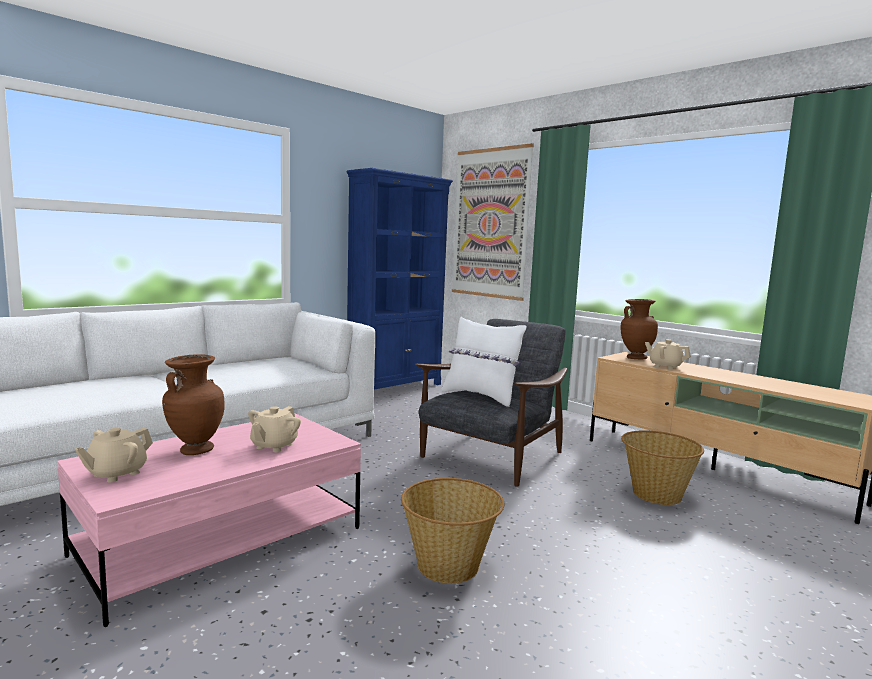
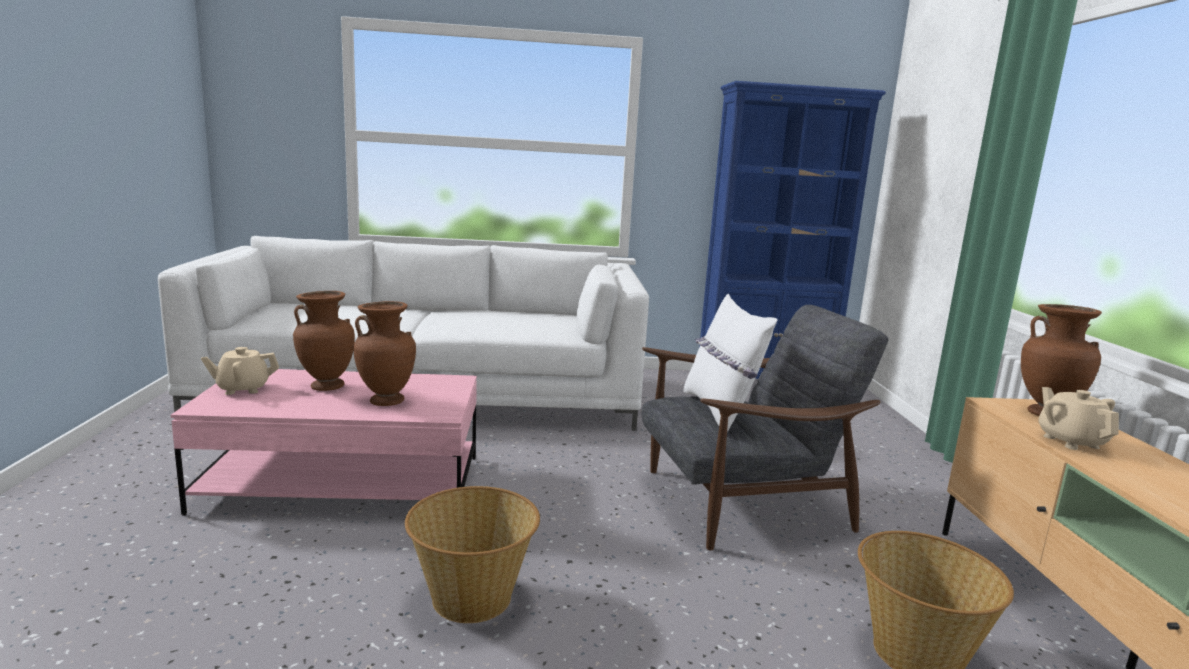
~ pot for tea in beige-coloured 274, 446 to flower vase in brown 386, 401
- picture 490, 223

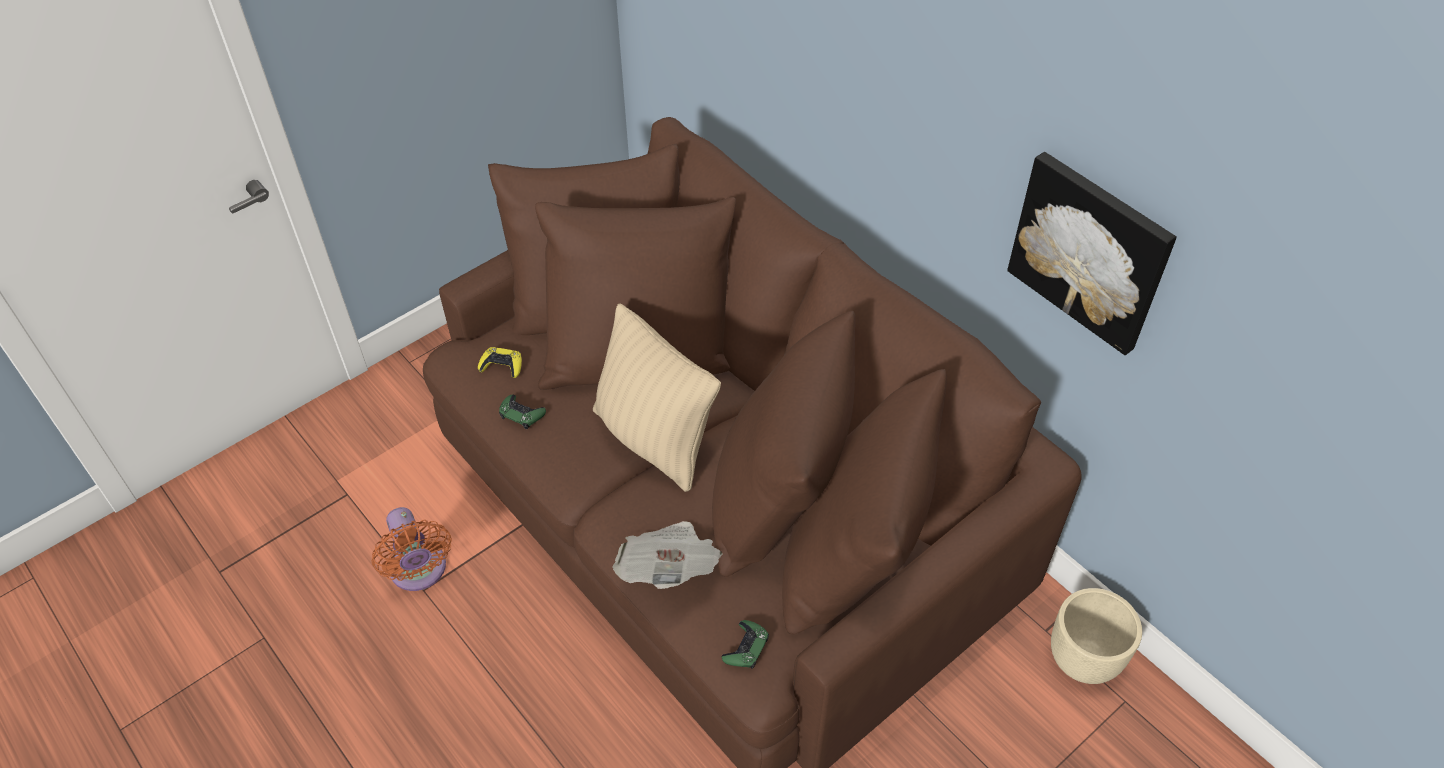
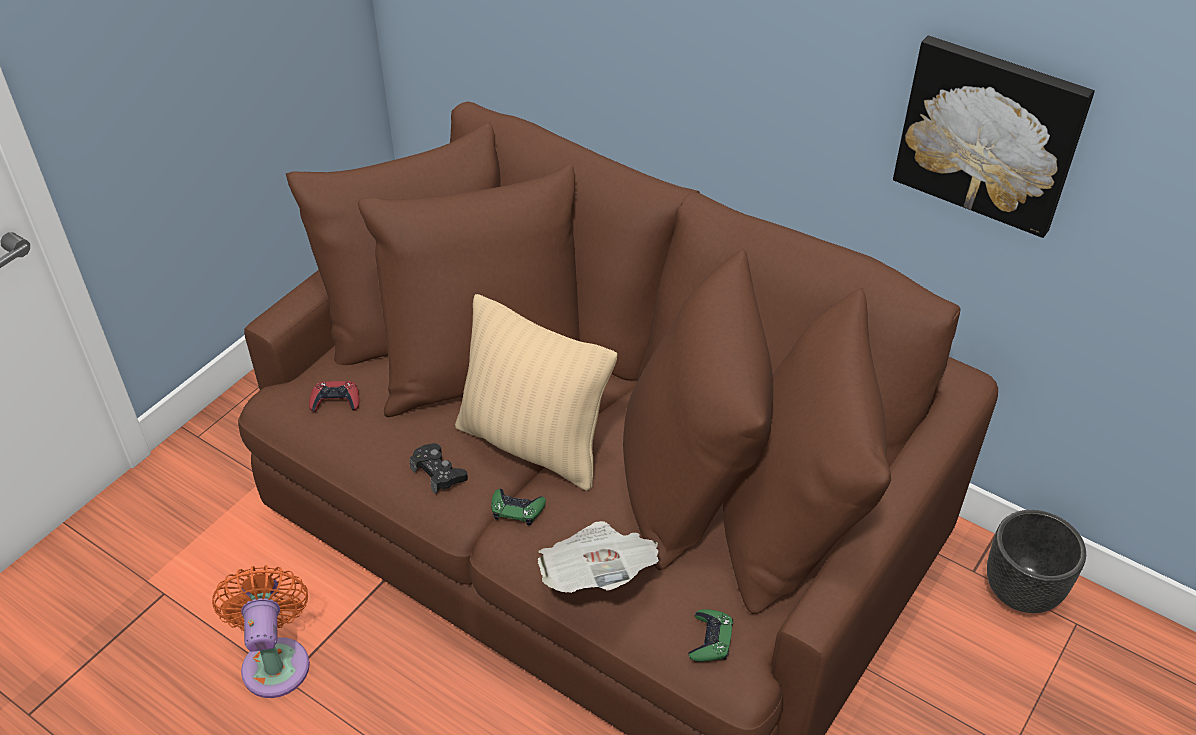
~ fan in orange 419, 572 = 276, 660 150 degrees counterclockwise
~ joypad in yellow-coloured 502, 366 to joypad in red 335, 401
+ joypad in black 438, 472
~ joypad in greenish 521, 414 to 517, 510
~ flower pot in beige-coloured 1084, 660 to flower pot in black 1022, 592

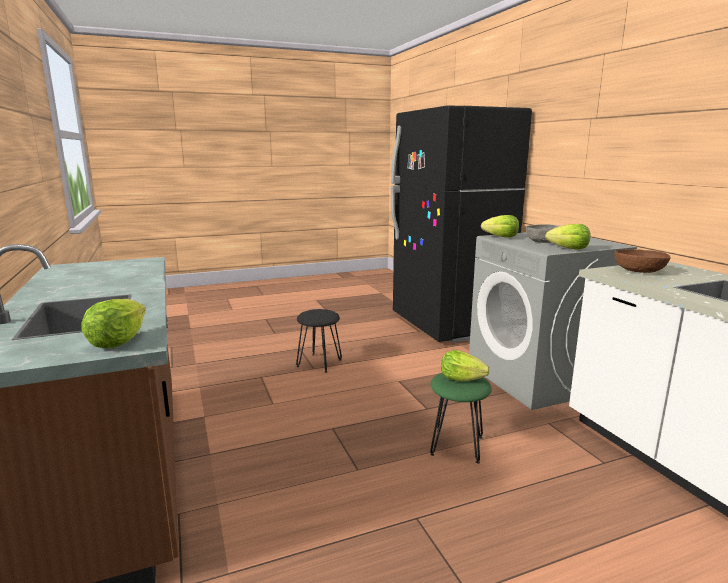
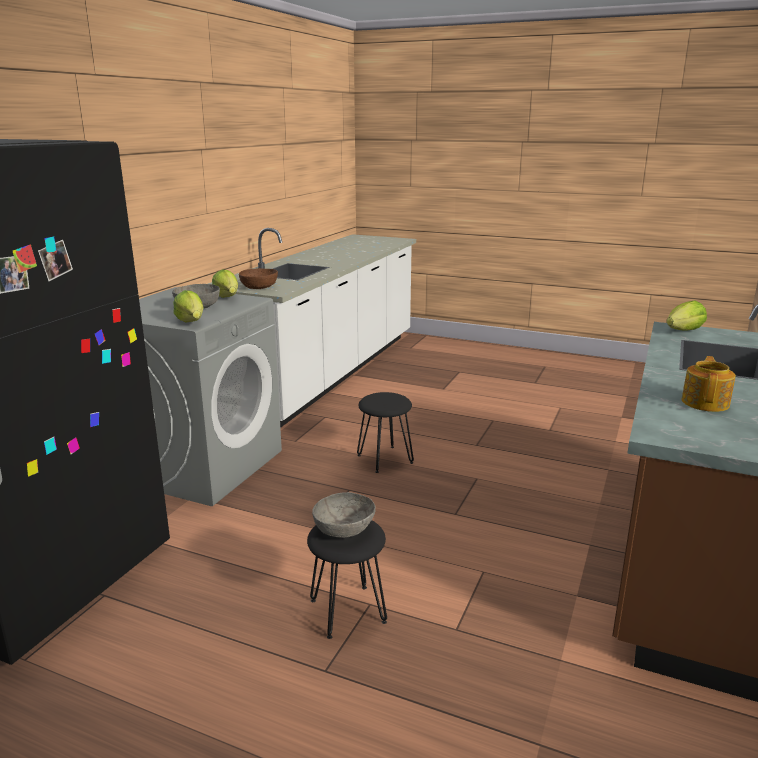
+ bowl in gray 344, 529
~ stool seat in greenish 457, 446 to stool seat in black 385, 459
+ pot for tea 705, 402
- lettuce head 461, 379

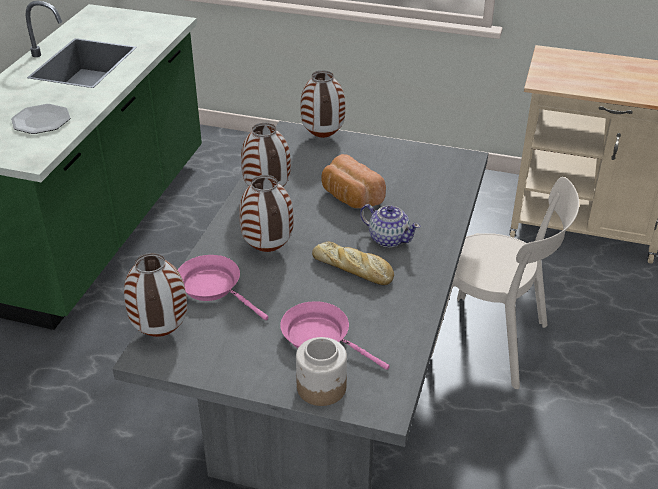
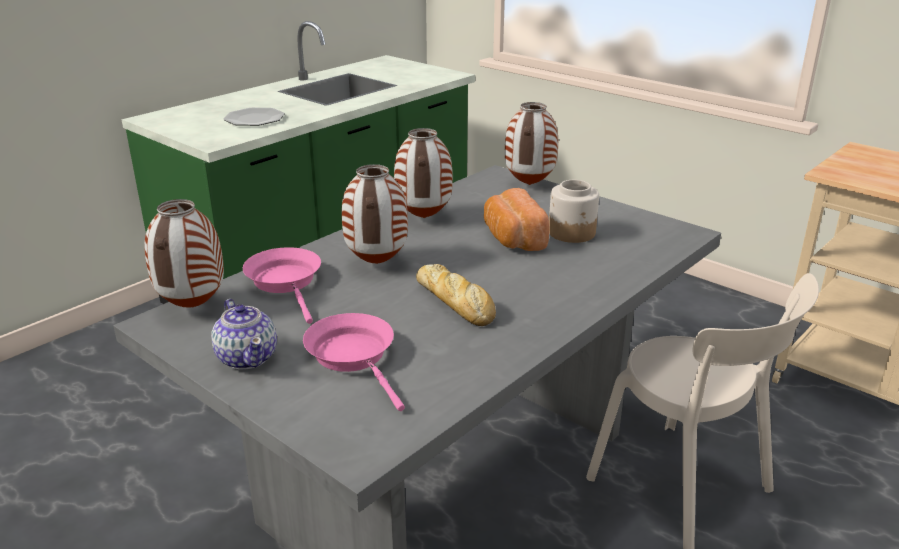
~ pot for tea 388, 238 to 247, 357
~ jar 322, 387 to 572, 233

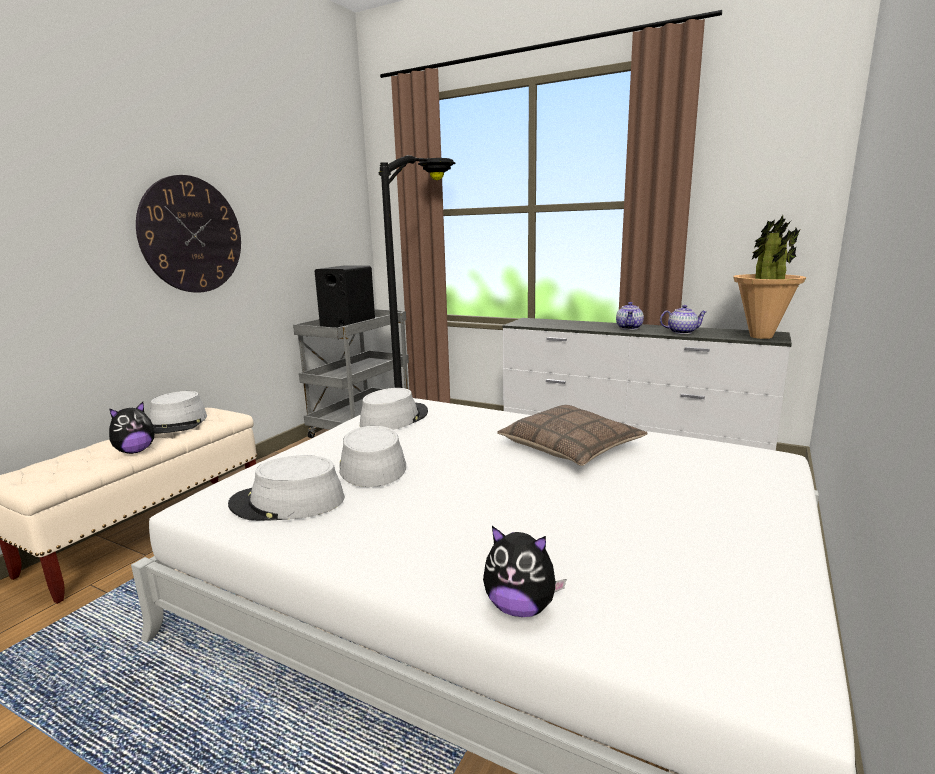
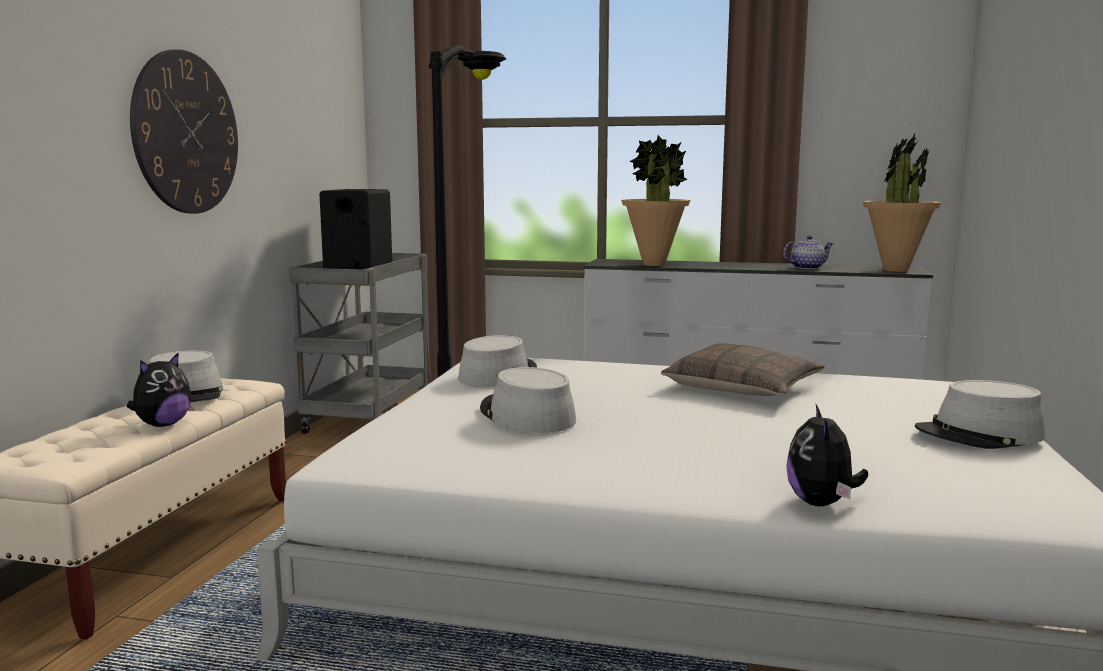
+ potted plant 654, 264
~ soft toy 520, 608 = 822, 503 90 degrees clockwise
~ hat in gray 287, 502 to 980, 434
- pot for tea 629, 328

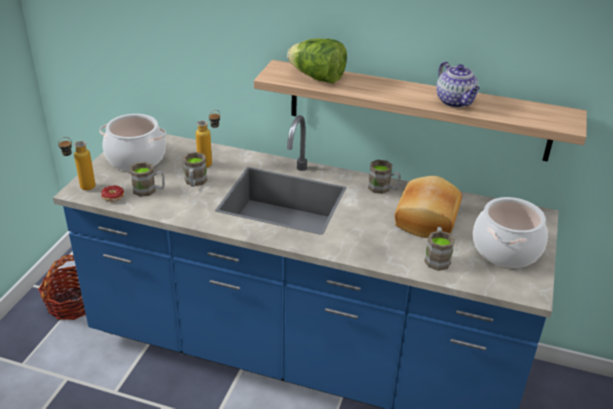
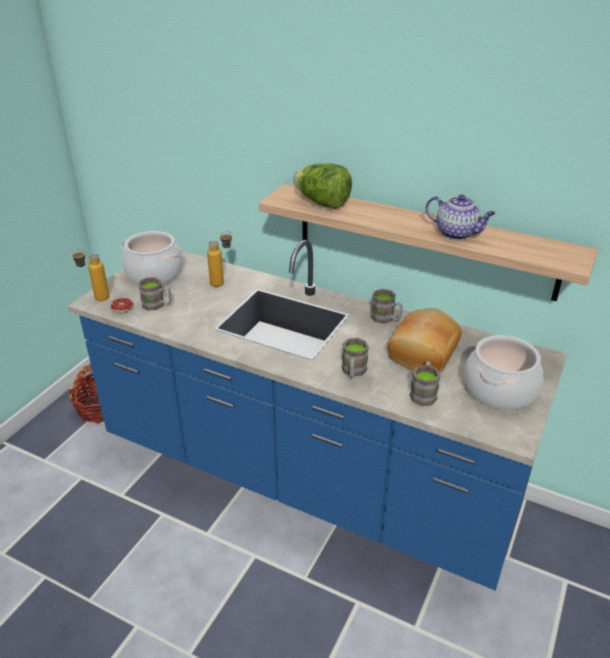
~ coffee mug in brown 195, 182 to 353, 372
~ pot for tea 456, 102 = 457, 233 45 degrees counterclockwise

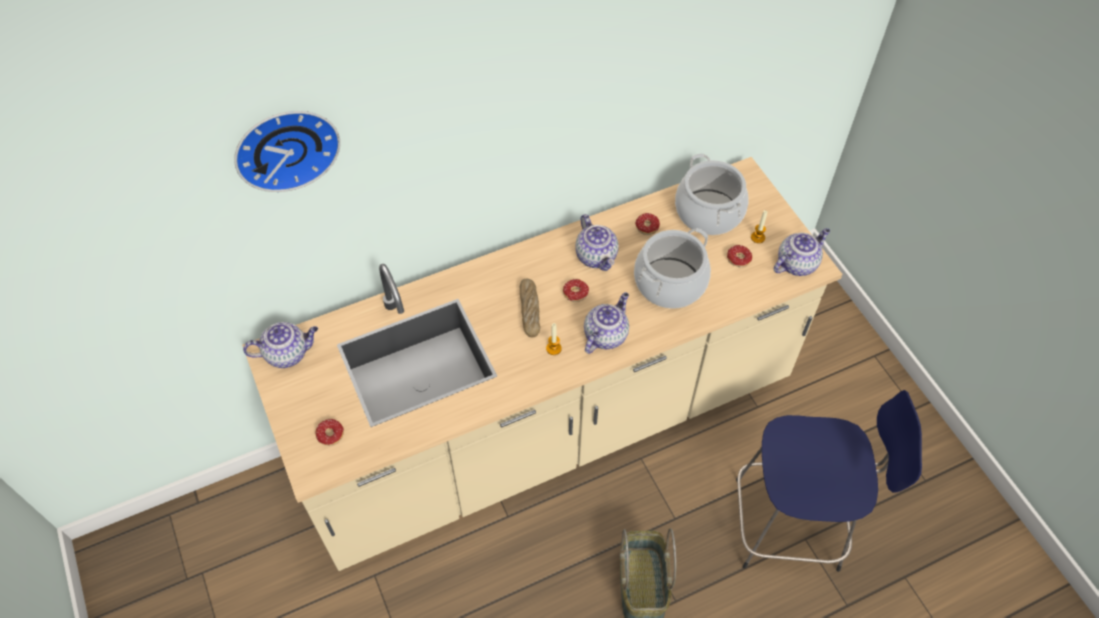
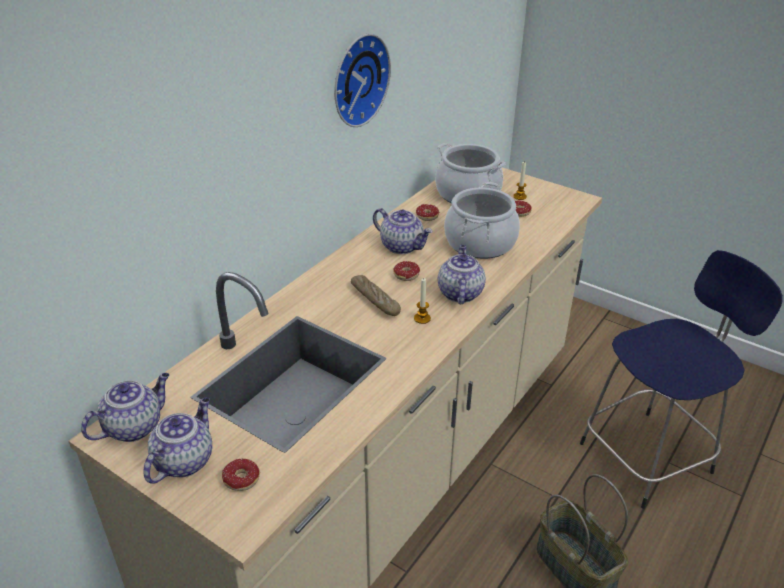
~ pot for tea 797, 263 to 184, 460
~ wall clock 285, 146 to 357, 79

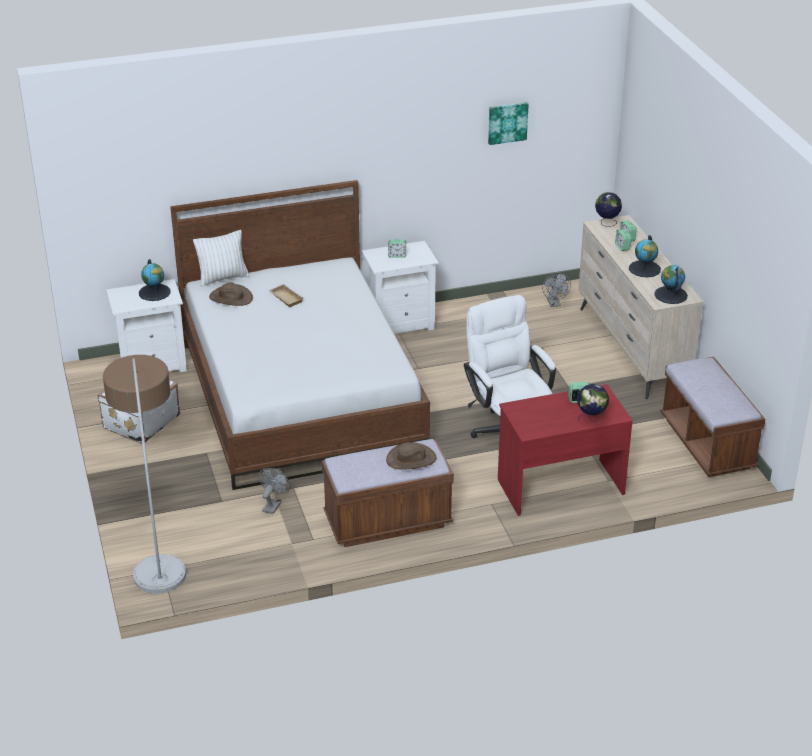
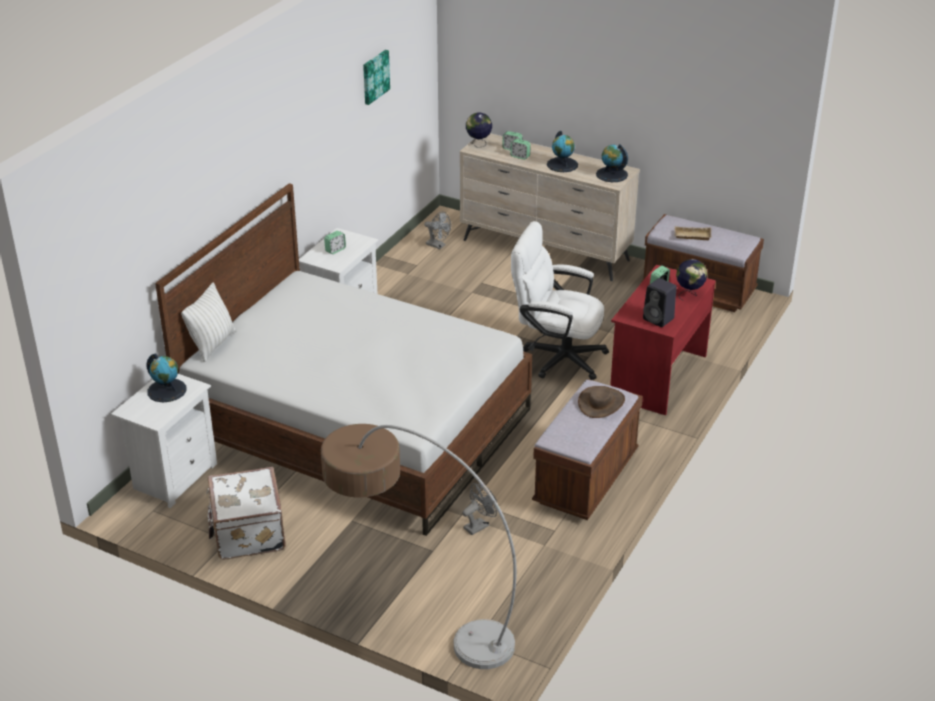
~ fan in gray 273, 505 = 479, 525 75 degrees clockwise
+ audio speaker in black 659, 319
~ serving tray in beige-coloured 285, 298 to 691, 236
- hat in brown 230, 298

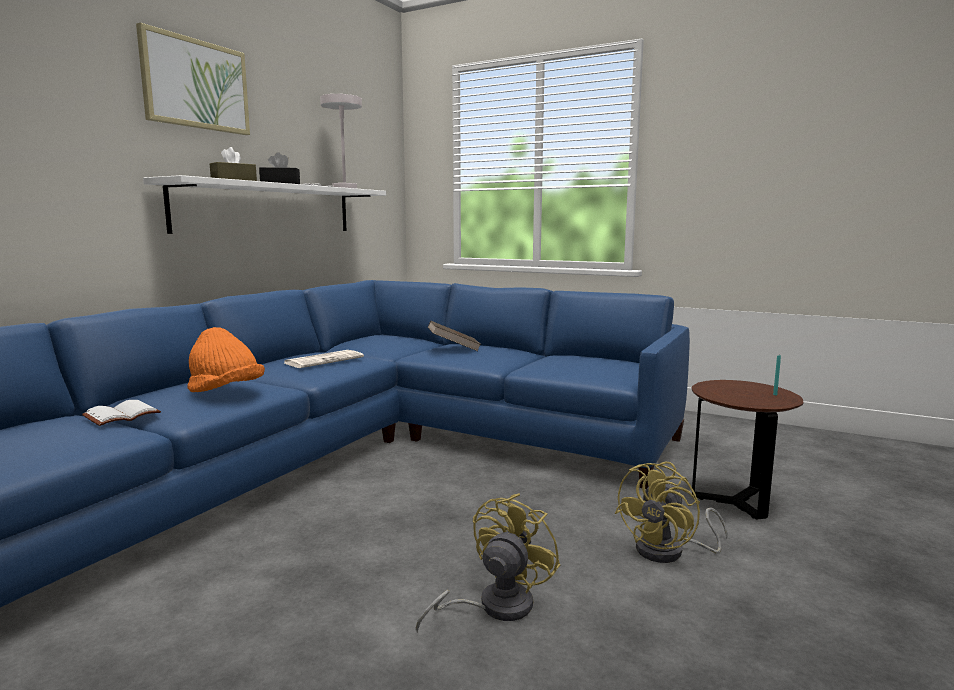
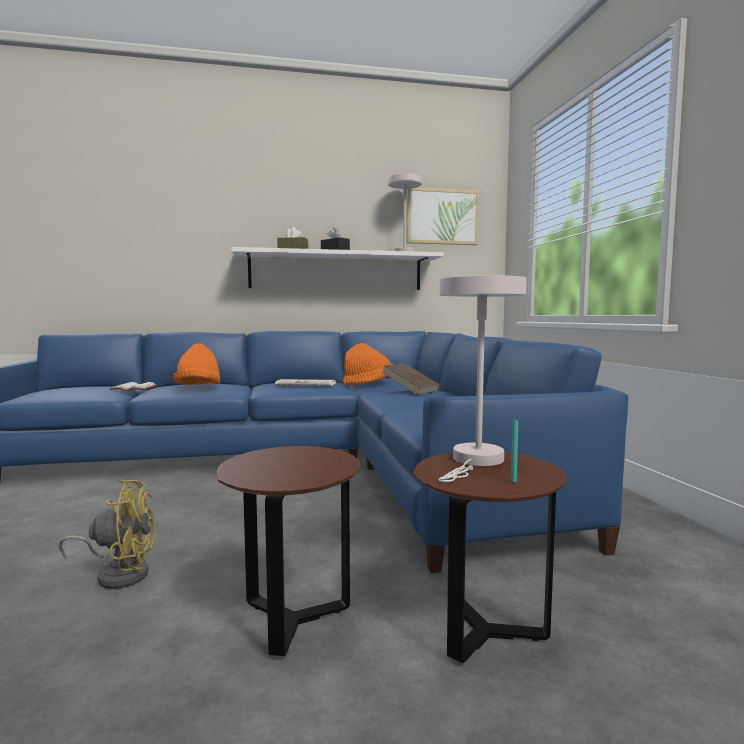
~ fan in yellow-coloured 669, 552 to side table in brown 292, 621
+ hat in orange 368, 384
~ picture 196, 84 to 442, 217
+ table lamp in whitish 475, 461

